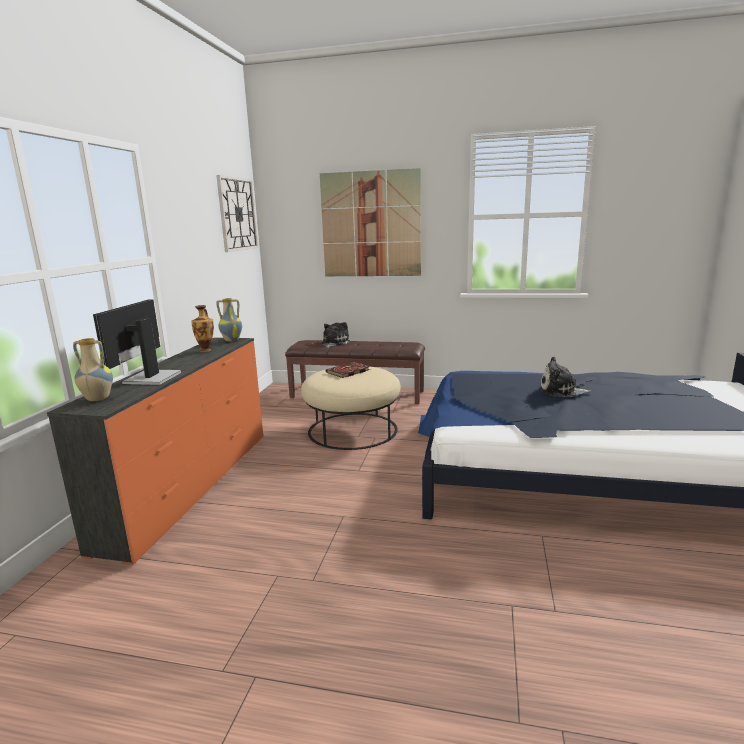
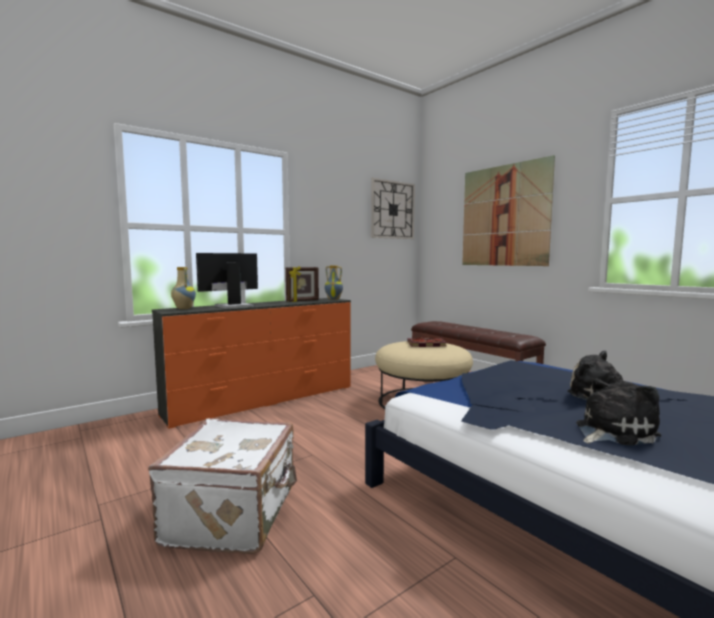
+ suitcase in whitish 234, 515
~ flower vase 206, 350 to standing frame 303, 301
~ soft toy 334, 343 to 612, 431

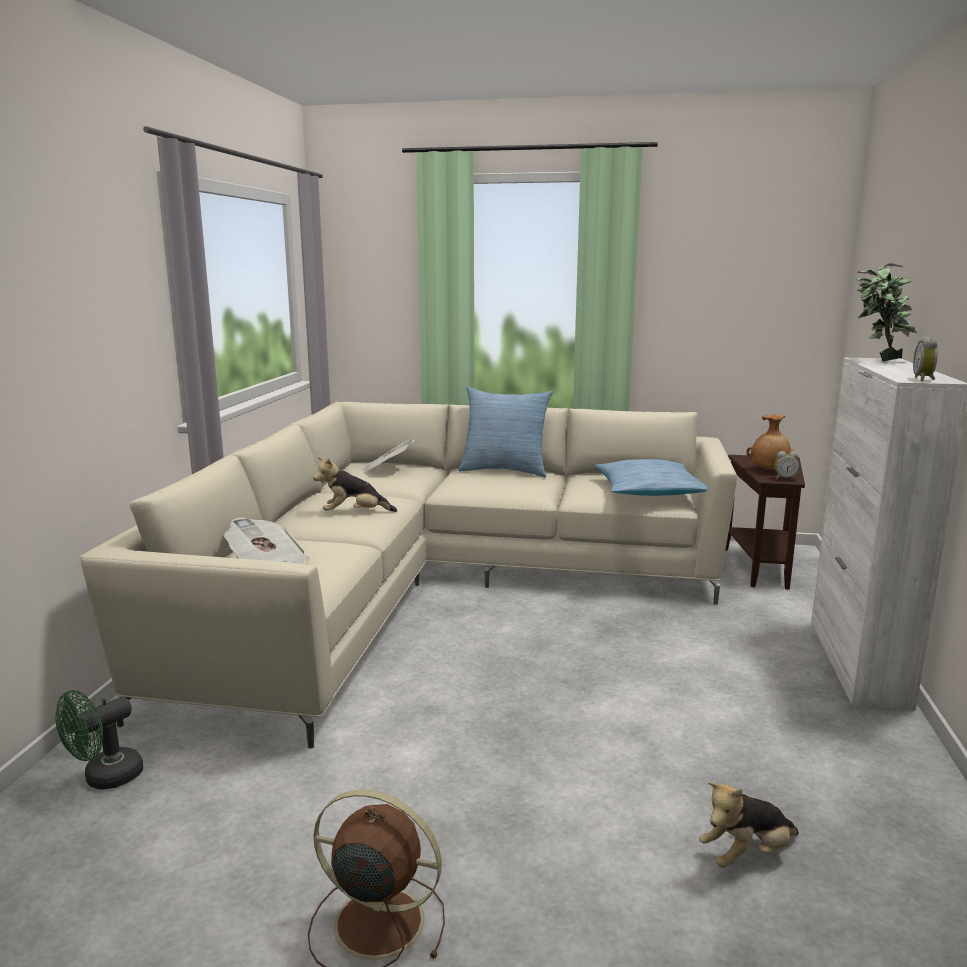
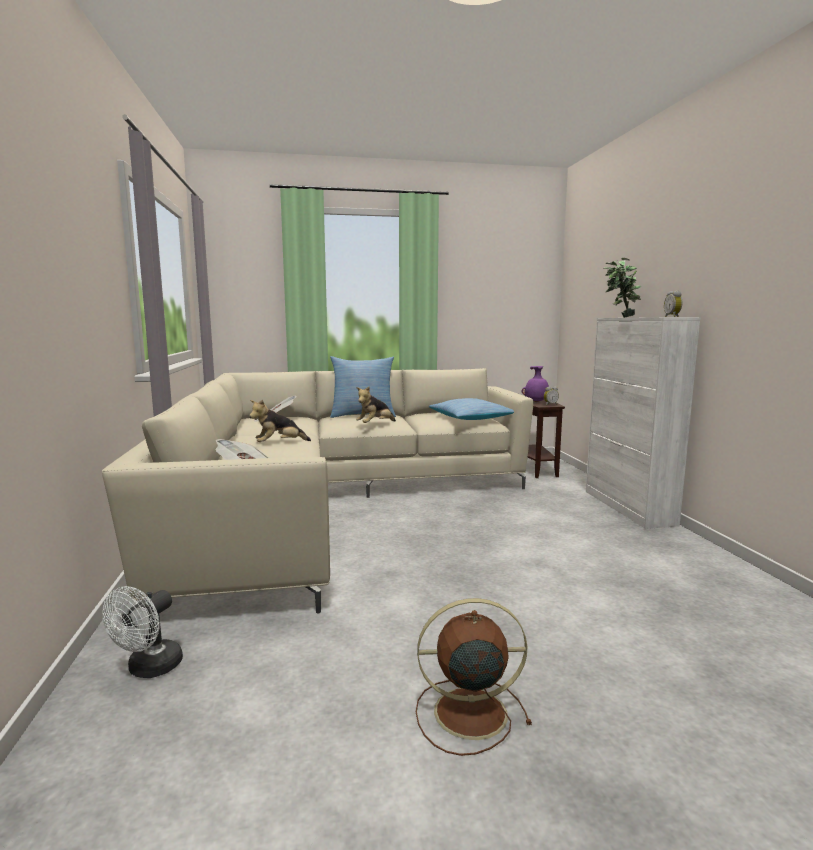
~ fan in greenish 105, 778 to fan in whitish 149, 669
~ soft toy 747, 854 to 375, 425
~ flower vase in brown 769, 470 to flower vase in purple 536, 402

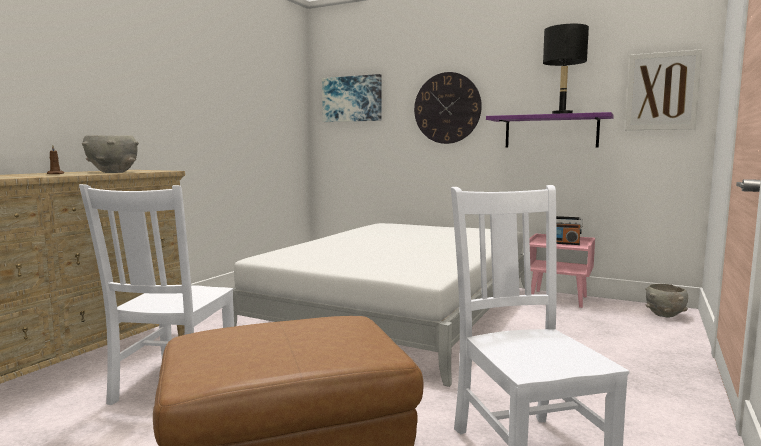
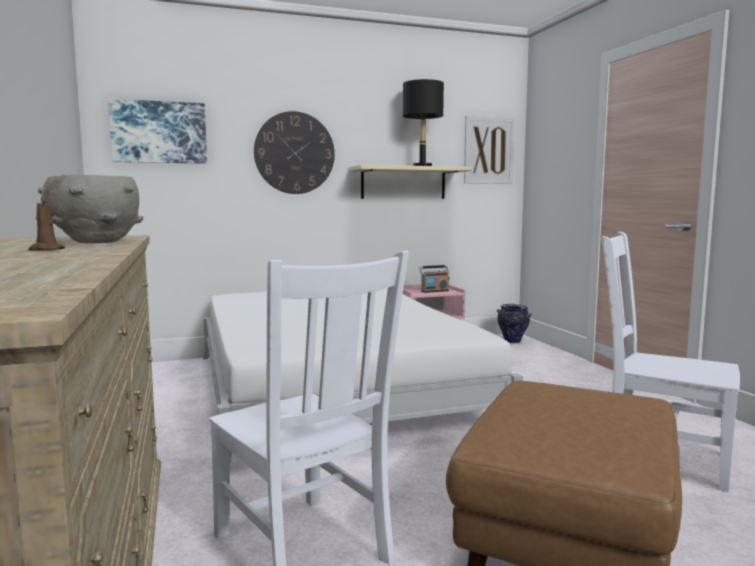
~ bracket shelf in purple 551, 132 to bracket shelf in beige-coloured 403, 183
~ bowl in gray 665, 315 to flower vase 513, 341

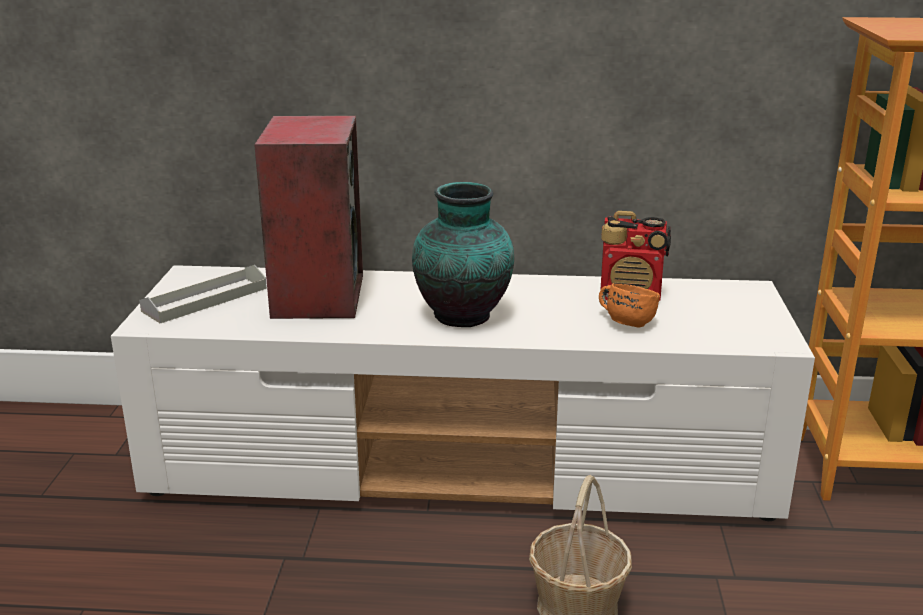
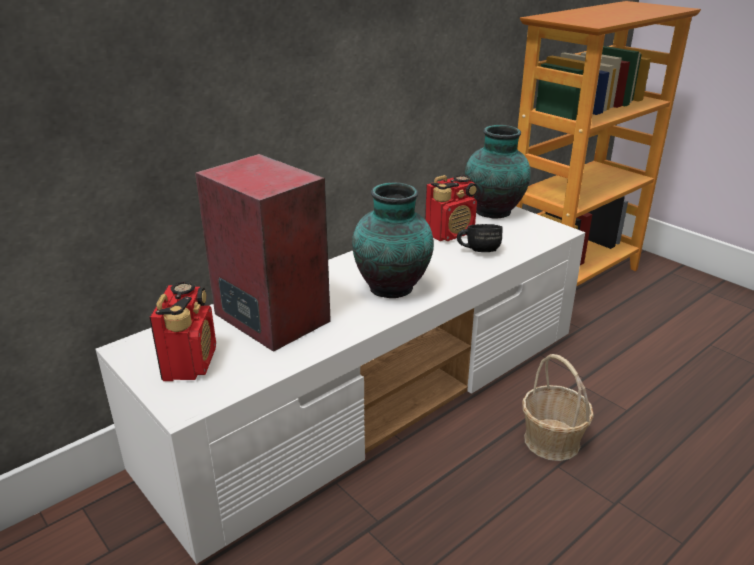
~ serving tray in gray 205, 299 to radio 190, 362
~ coffee mug in orange 626, 322 to coffee mug in black 478, 250
+ flower vase 495, 212

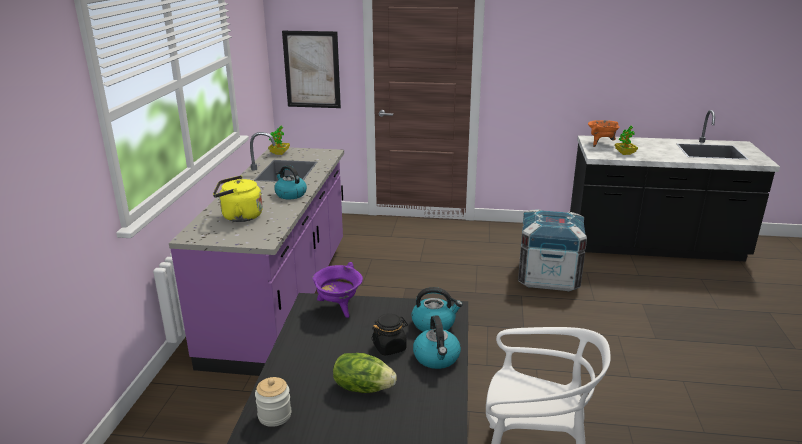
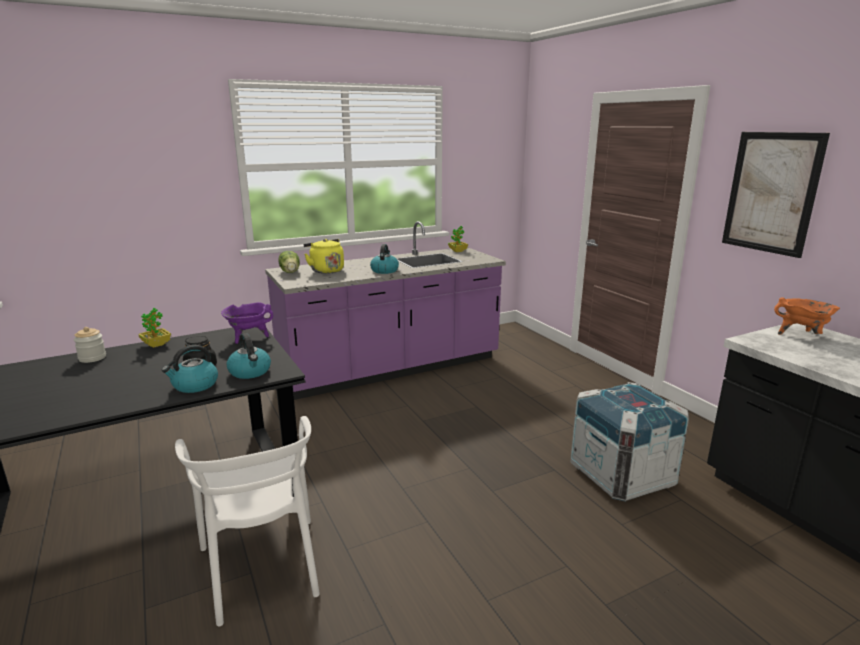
~ potted plant 625, 153 to 156, 344
~ lettuce head 363, 387 to 290, 272
~ picture 312, 69 to 771, 193

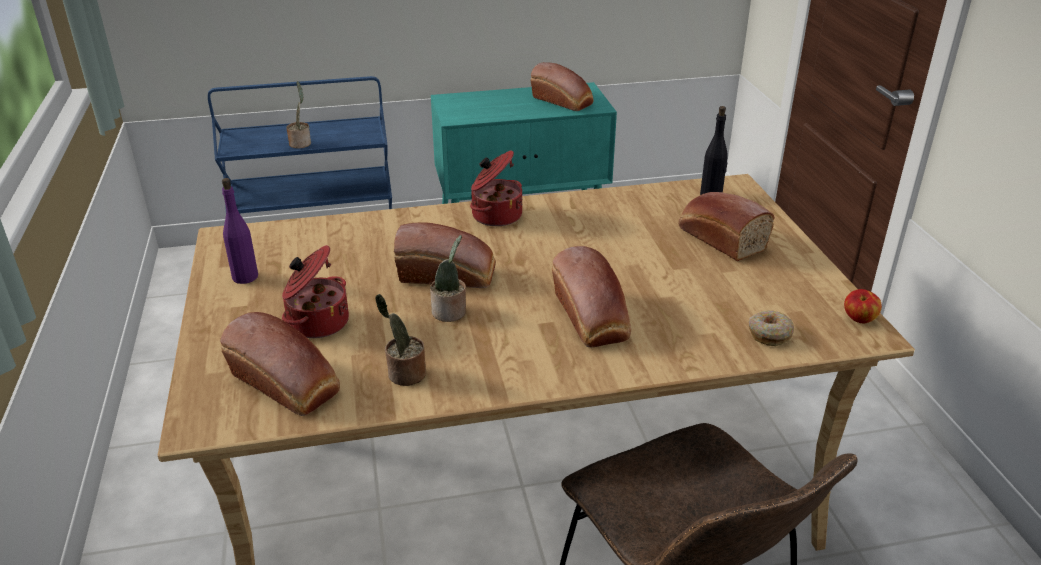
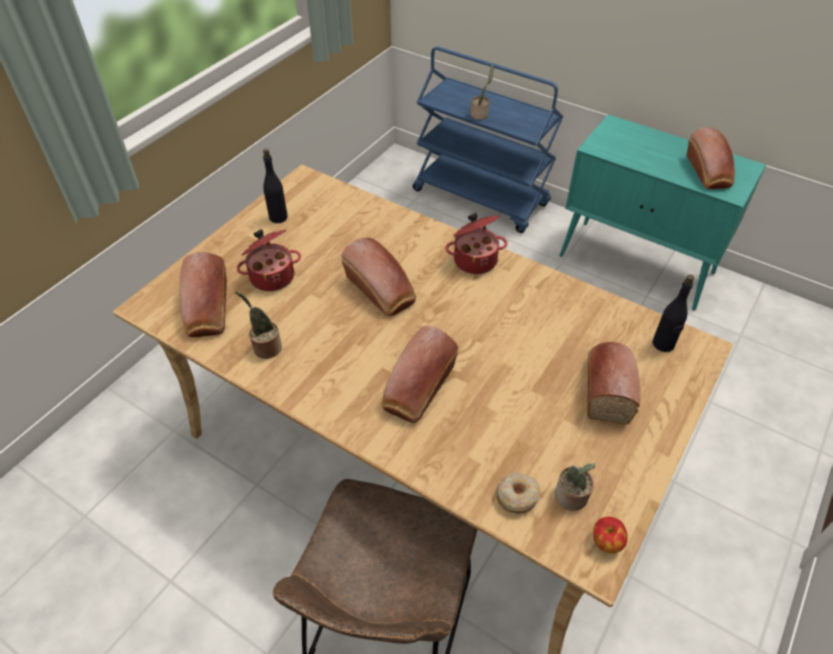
~ bottle in purple 245, 277 to bottle in black 278, 217
~ potted plant 450, 313 to 571, 498

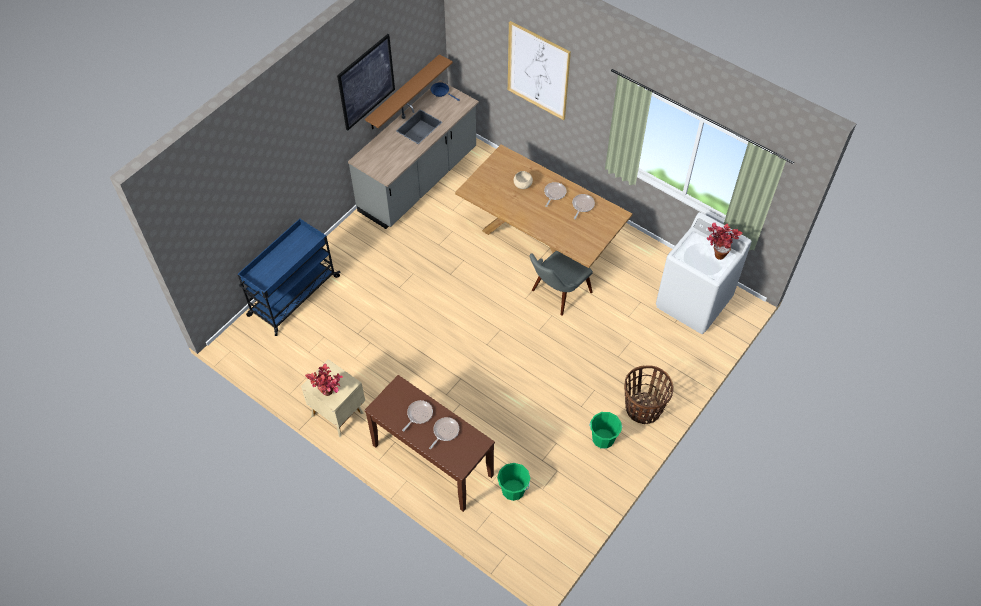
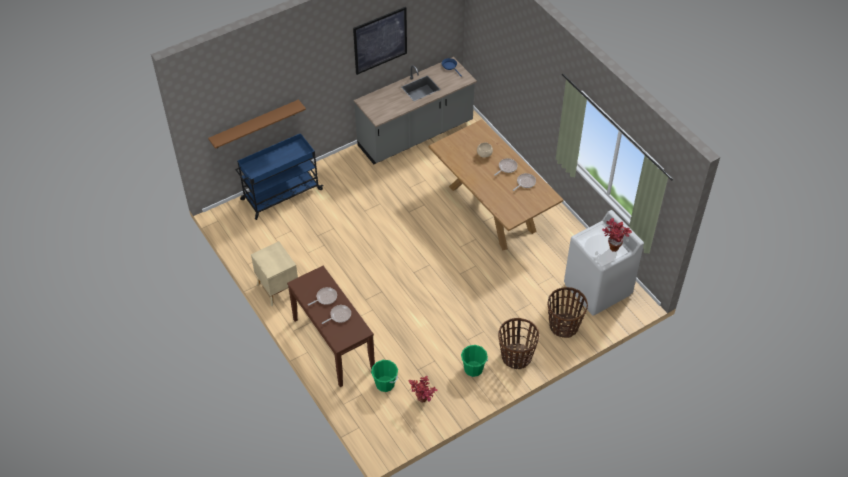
~ bracket shelf in brown 403, 93 to 255, 124
~ potted plant 329, 394 to 423, 402
+ storage basket 563, 325
- picture 538, 71
- plain chair in gray 556, 295

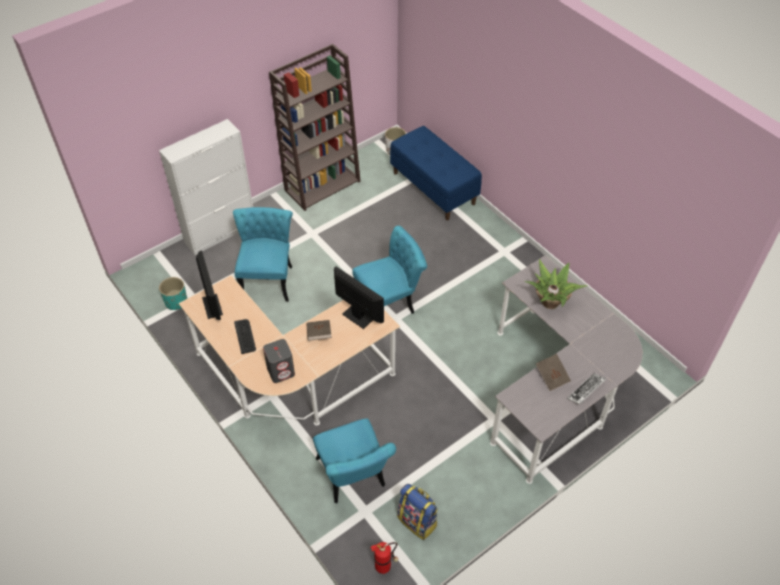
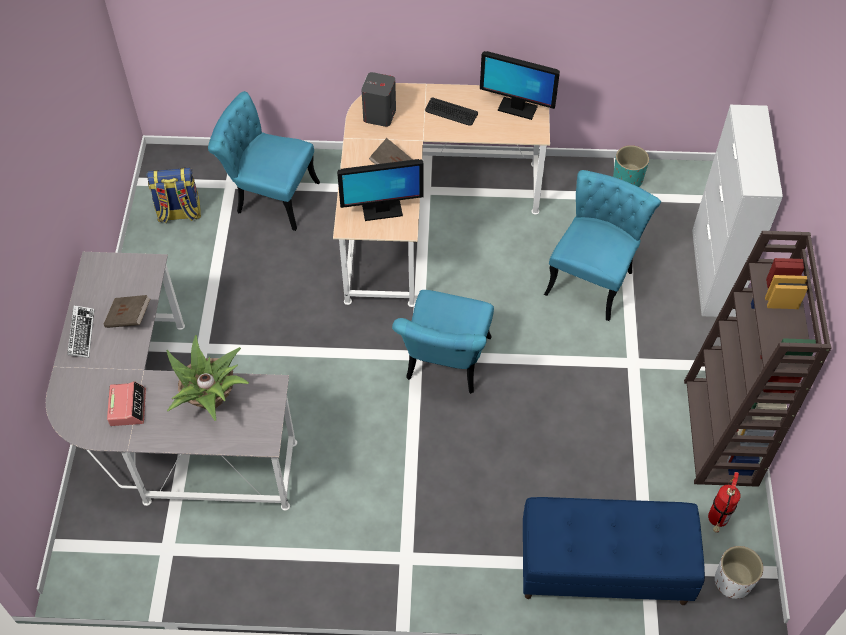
+ alarm clock 127, 407
~ plain chair in turquoise-coloured 268, 277 = 593, 276 105 degrees counterclockwise
~ fire-fighting cylinder 384, 566 to 716, 521

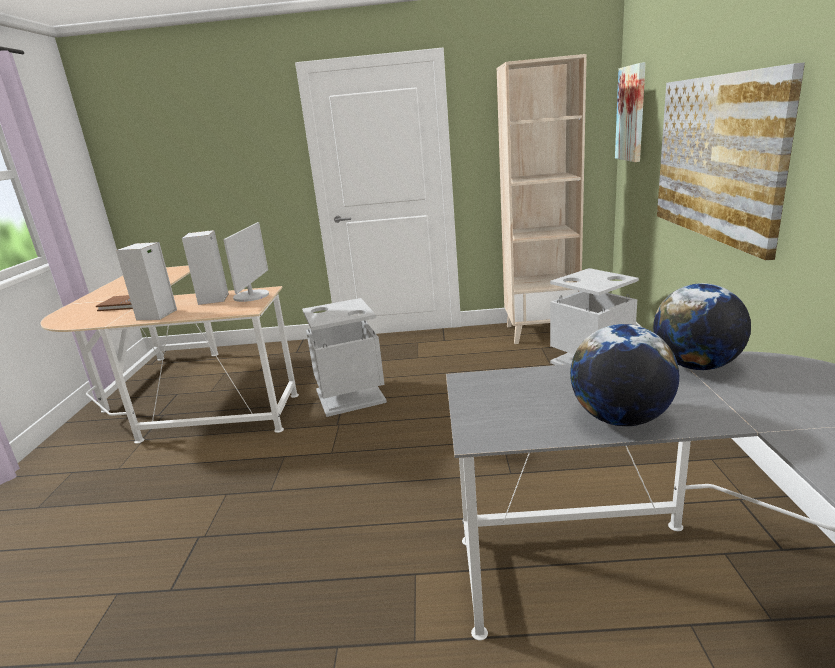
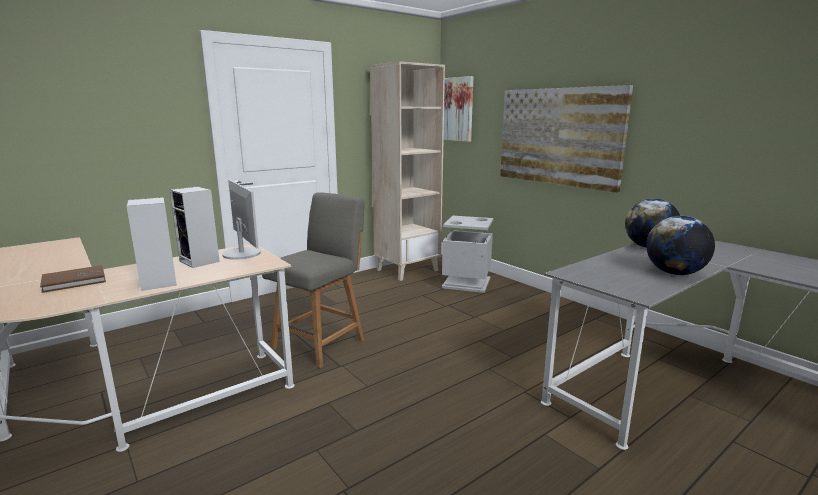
~ waste bin in gray 351, 396 to plain chair in gray 321, 343

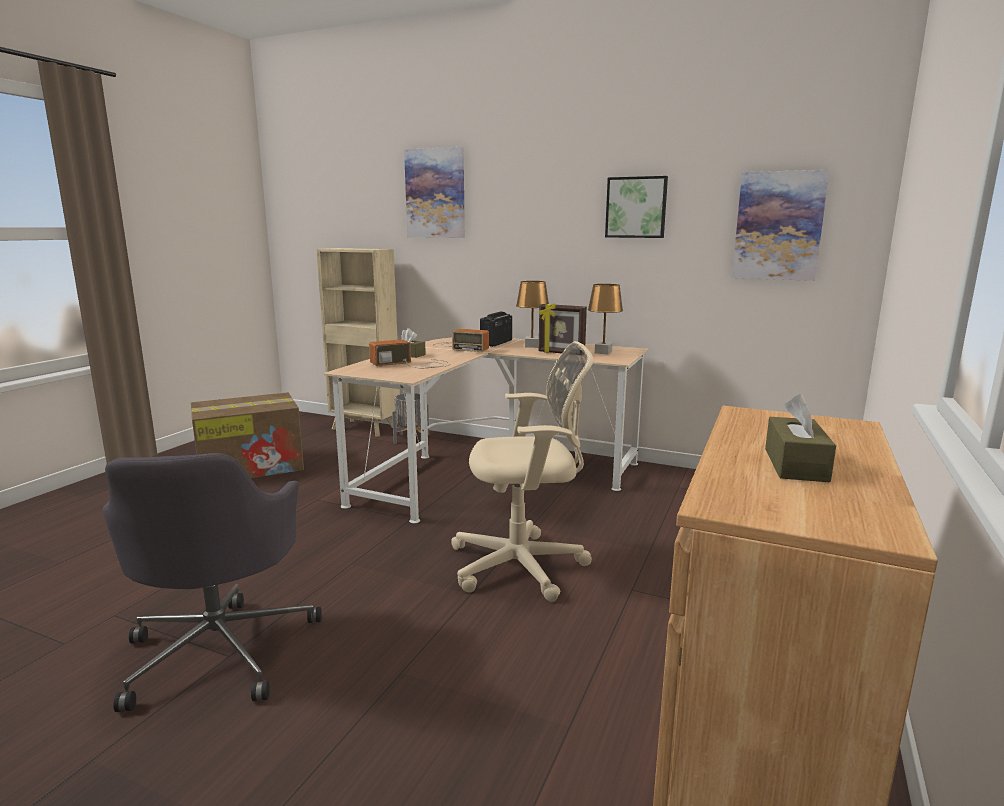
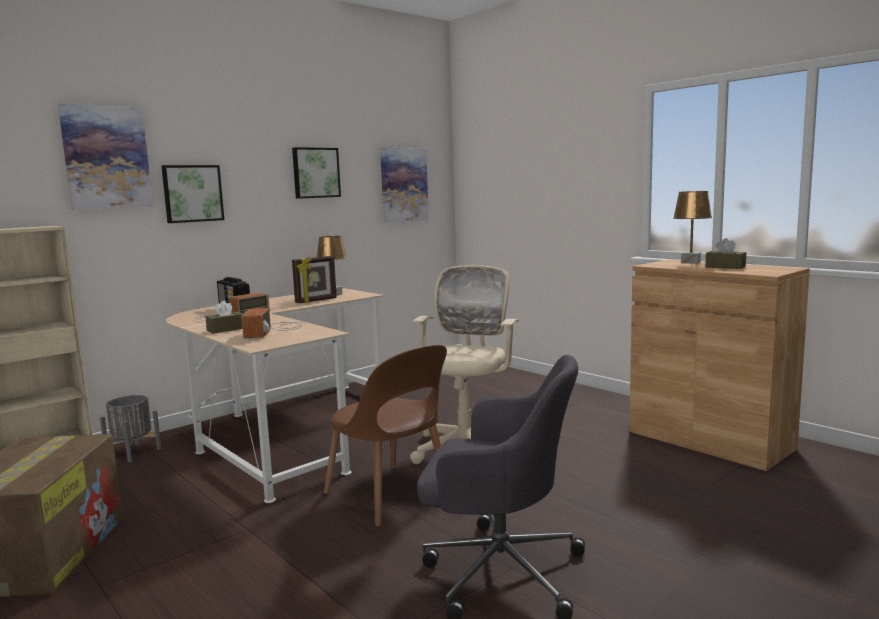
+ picture 192, 193
+ plain chair in brown 390, 496
~ table lamp in brown 532, 346 to 691, 262

